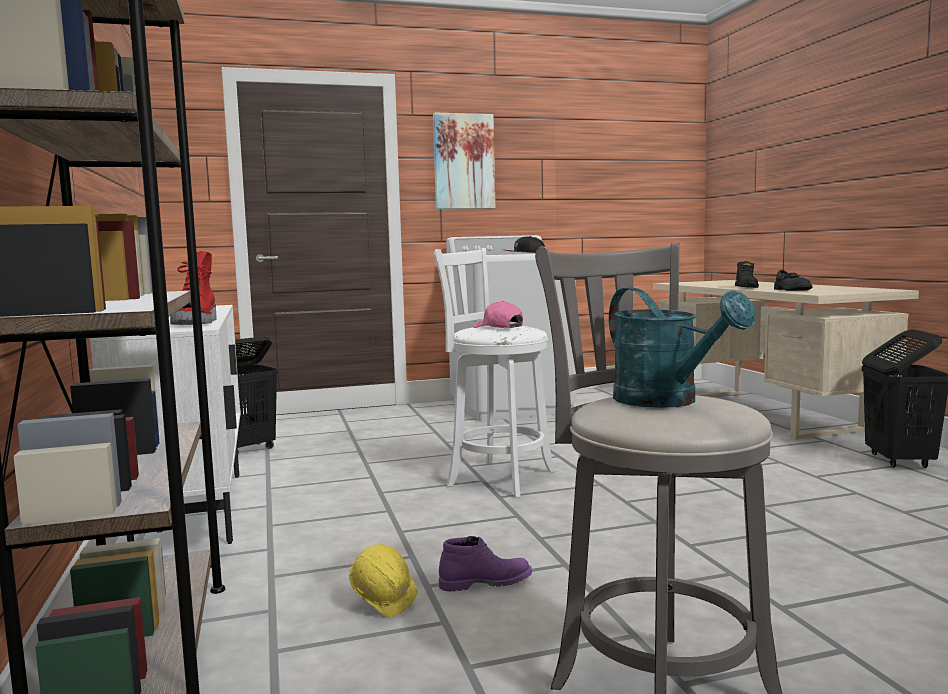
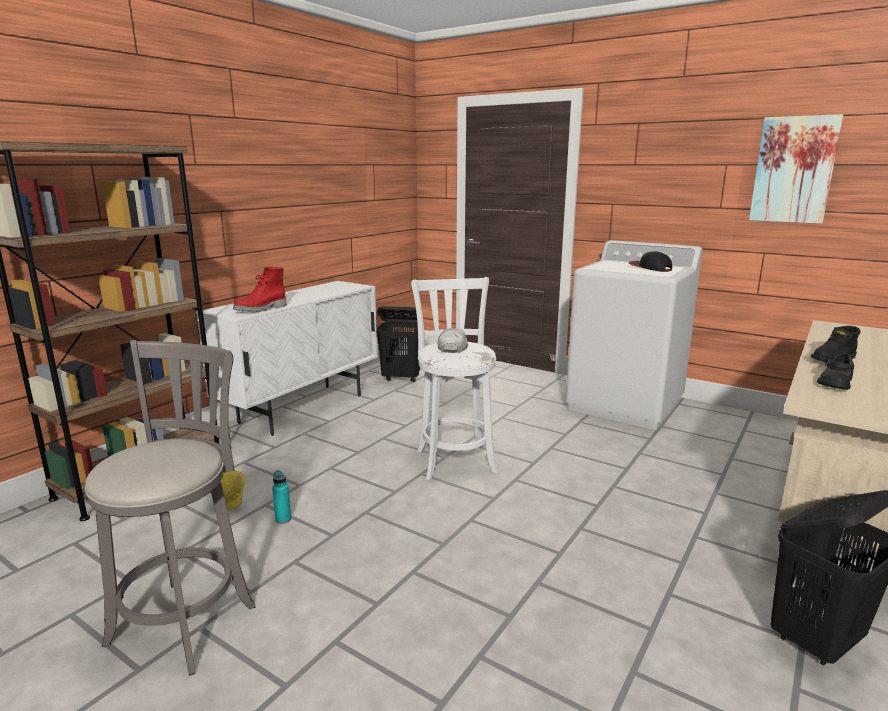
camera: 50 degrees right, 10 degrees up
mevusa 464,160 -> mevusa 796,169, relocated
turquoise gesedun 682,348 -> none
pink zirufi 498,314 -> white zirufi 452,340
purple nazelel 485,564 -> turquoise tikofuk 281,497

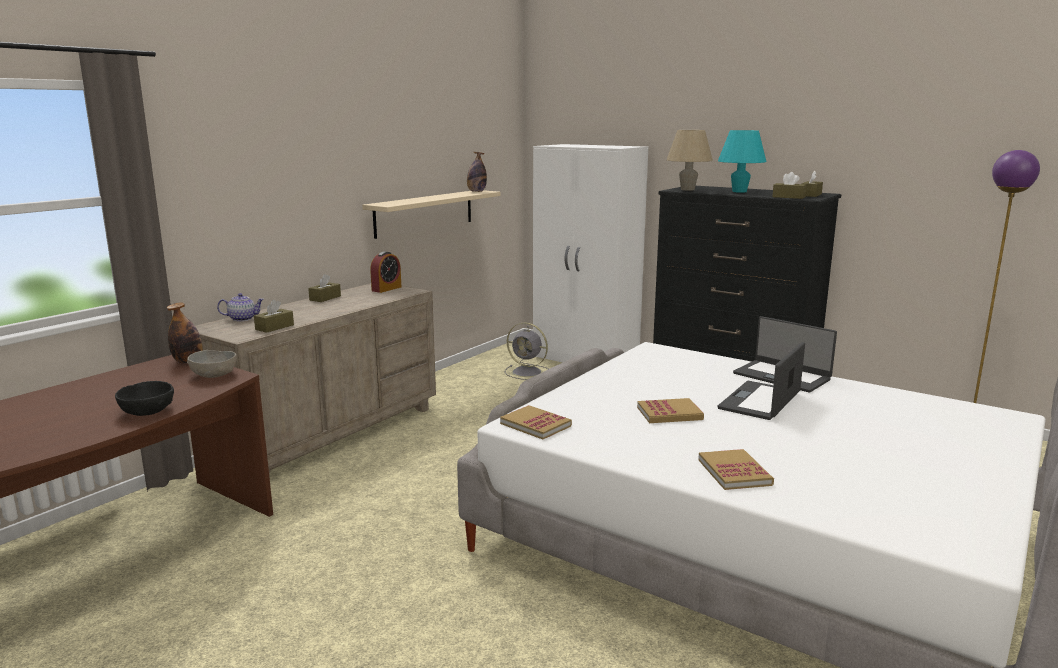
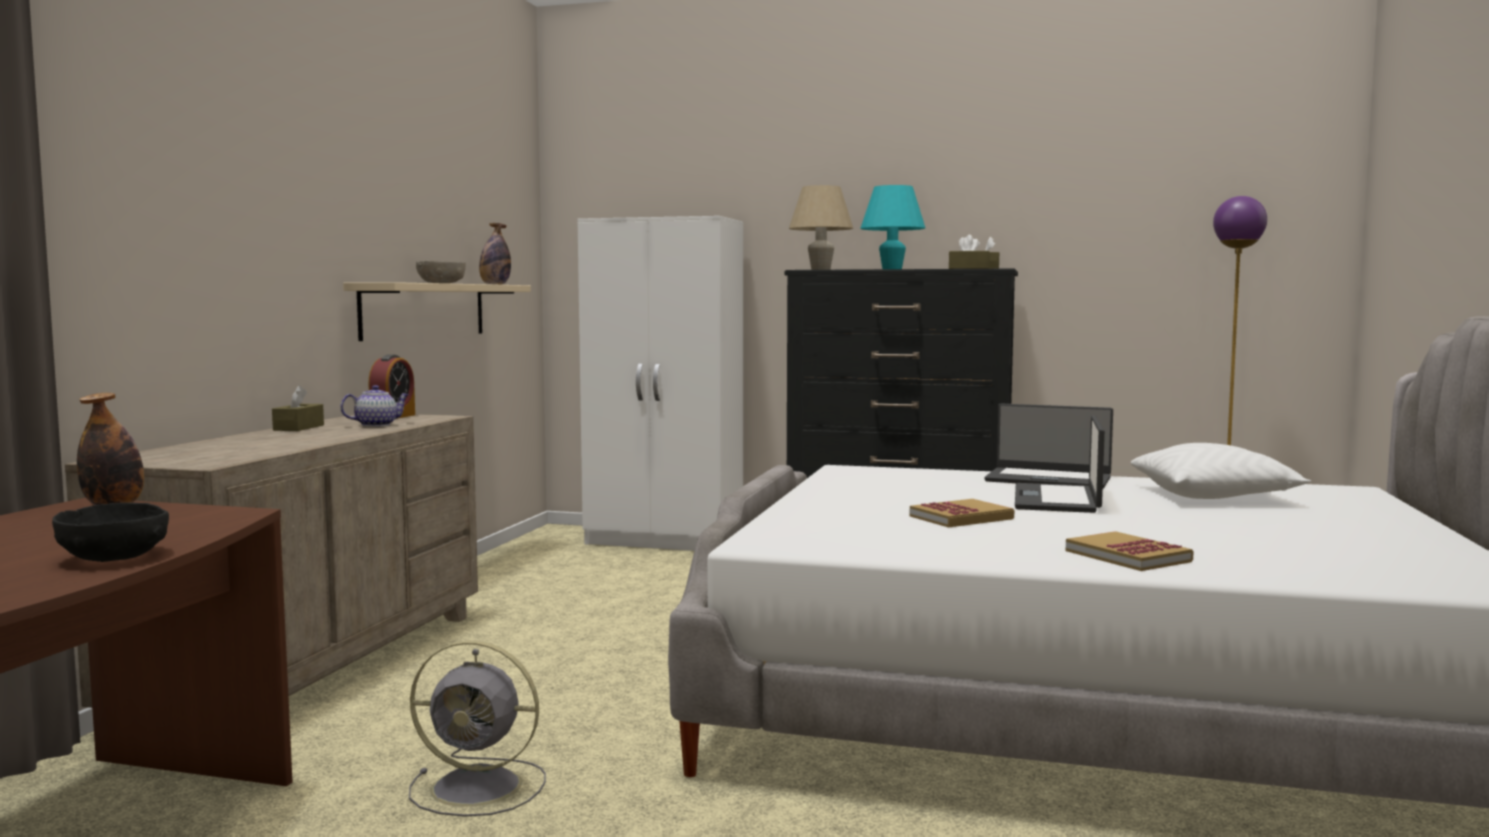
camera: 20 degrees left, 10 degrees down
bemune 240,307 -> bemune 375,406, relocated
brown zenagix 274,316 -> none
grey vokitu 526,351 -> grey vokitu 477,729, relocated
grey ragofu 212,364 -> grey ragofu 441,272, relocated
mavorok 536,422 -> none
none -> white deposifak 1220,471

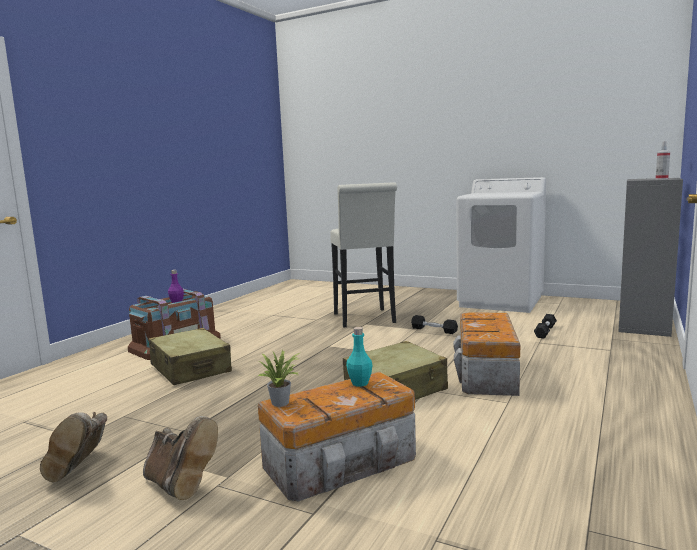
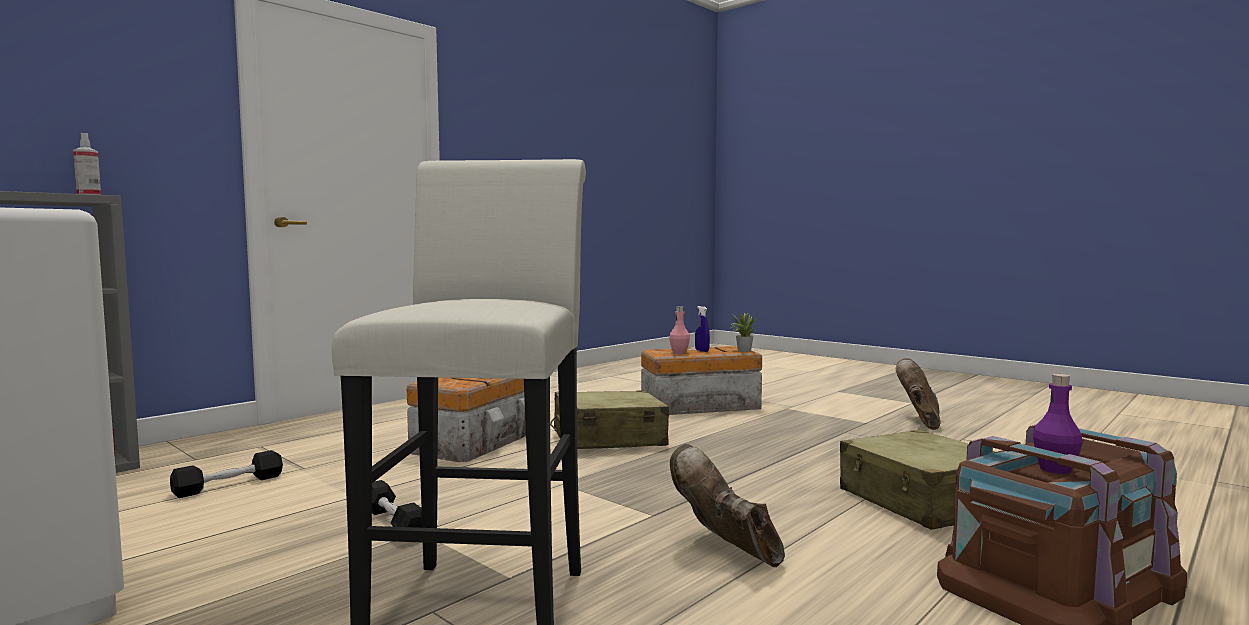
camera: 165 degrees left, 5 degrees down
turquoise tikofuk 359,357 -> pink tikofuk 679,330
brown nazelel 180,458 -> brown nazelel 727,505, relocated
none -> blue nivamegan 702,329

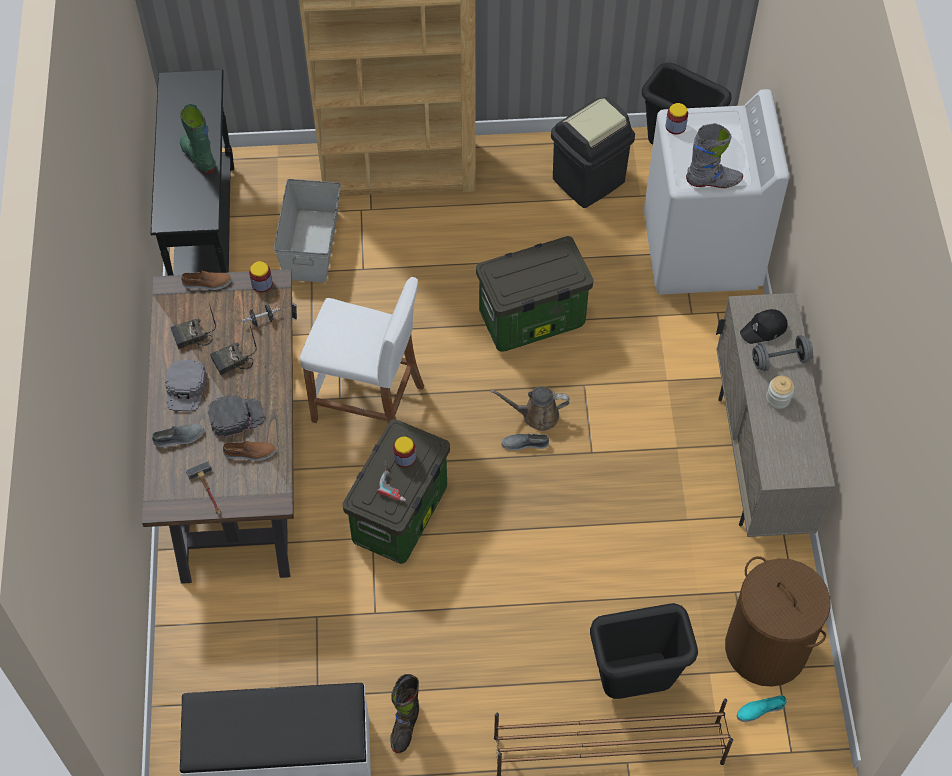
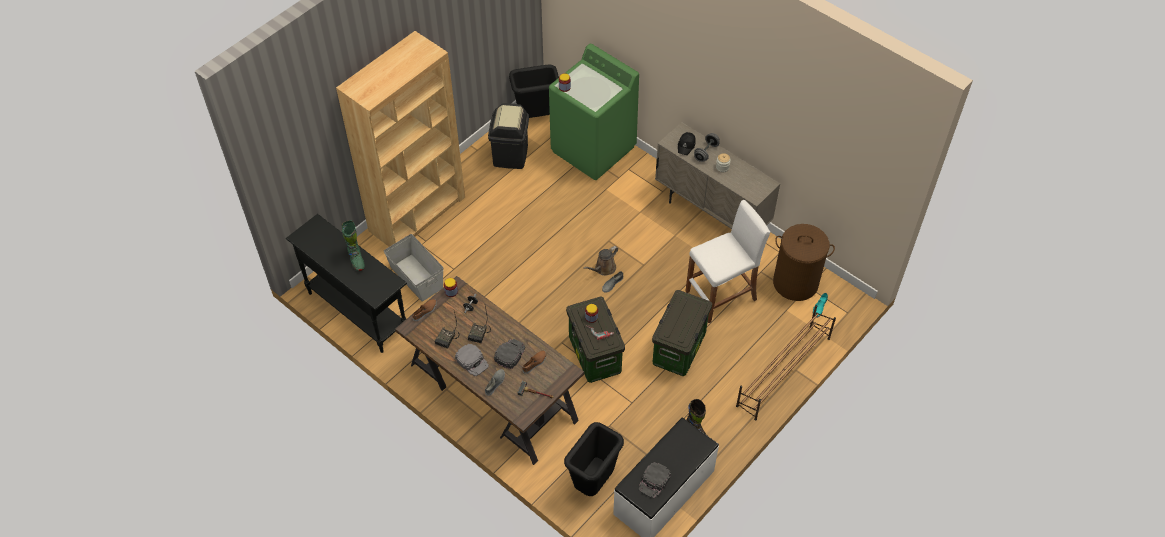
camera: 45 degrees left, 5 degrees down
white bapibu 717,192 -> green bapibu 594,112
green nazelel 197,139 -> green nazelel 353,245, 120 degrees counterclockwise
grey nazelel 714,156 -> none
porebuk 534,294 -> porebuk 682,333, relocated
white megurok 362,350 -> white megurok 727,261, relocated
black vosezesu 644,651 -> black vosezesu 594,459, relocated
none -> black zirufi 654,480

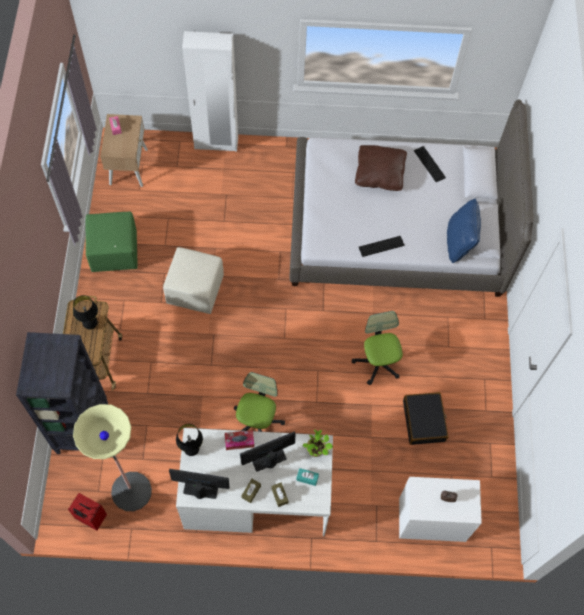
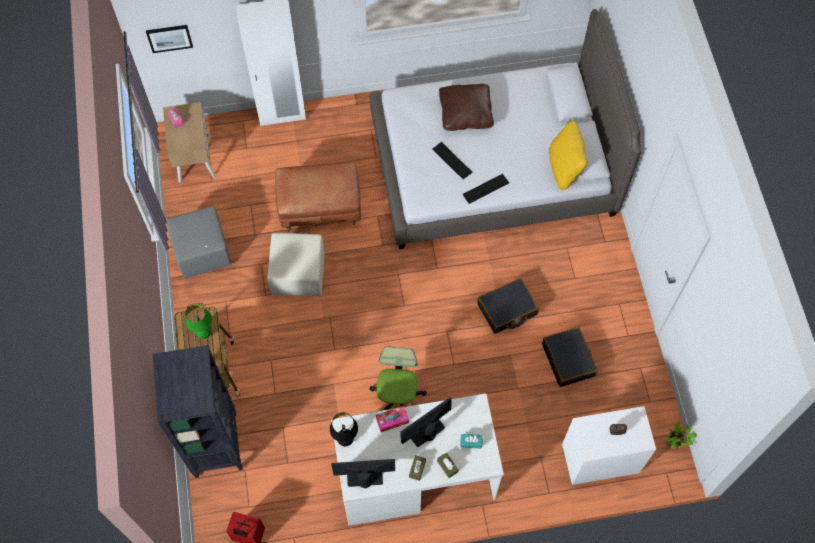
camera: 10 degrees left, 0 degrees up
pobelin 430,164 -> pobelin 452,160, relocated
blue deposifak 464,231 -> yellow deposifak 568,155
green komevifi 112,242 -> grey komevifi 199,242
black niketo 85,312 -> green niketo 198,321
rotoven 377,348 -> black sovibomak 508,306
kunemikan 112,457 -> none
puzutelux 317,443 -> puzutelux 681,435, relocated
none -> mevusa 169,39
none -> brown komevifi 318,196

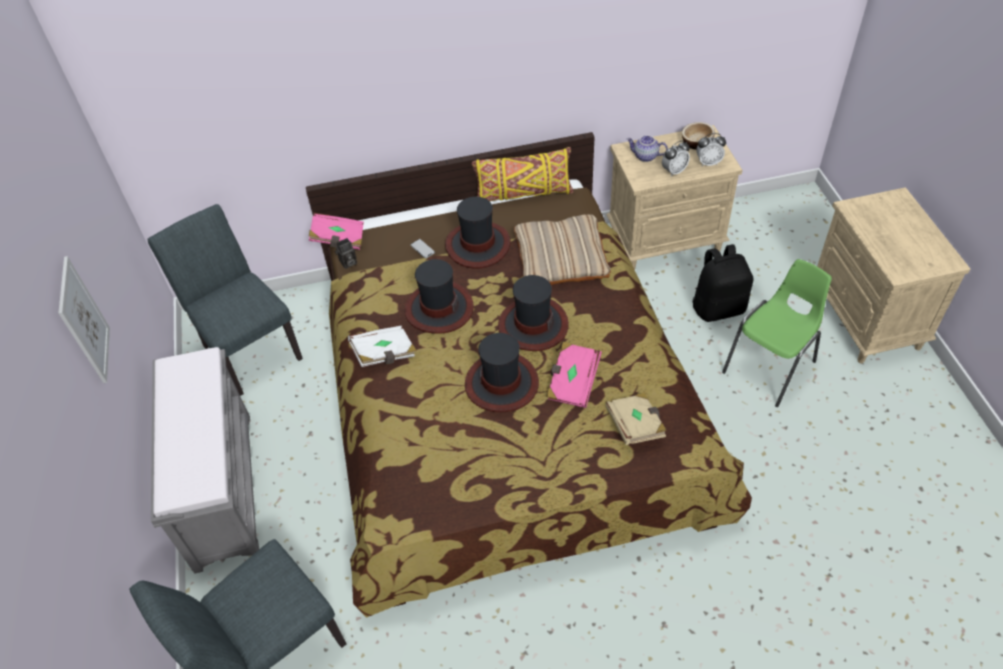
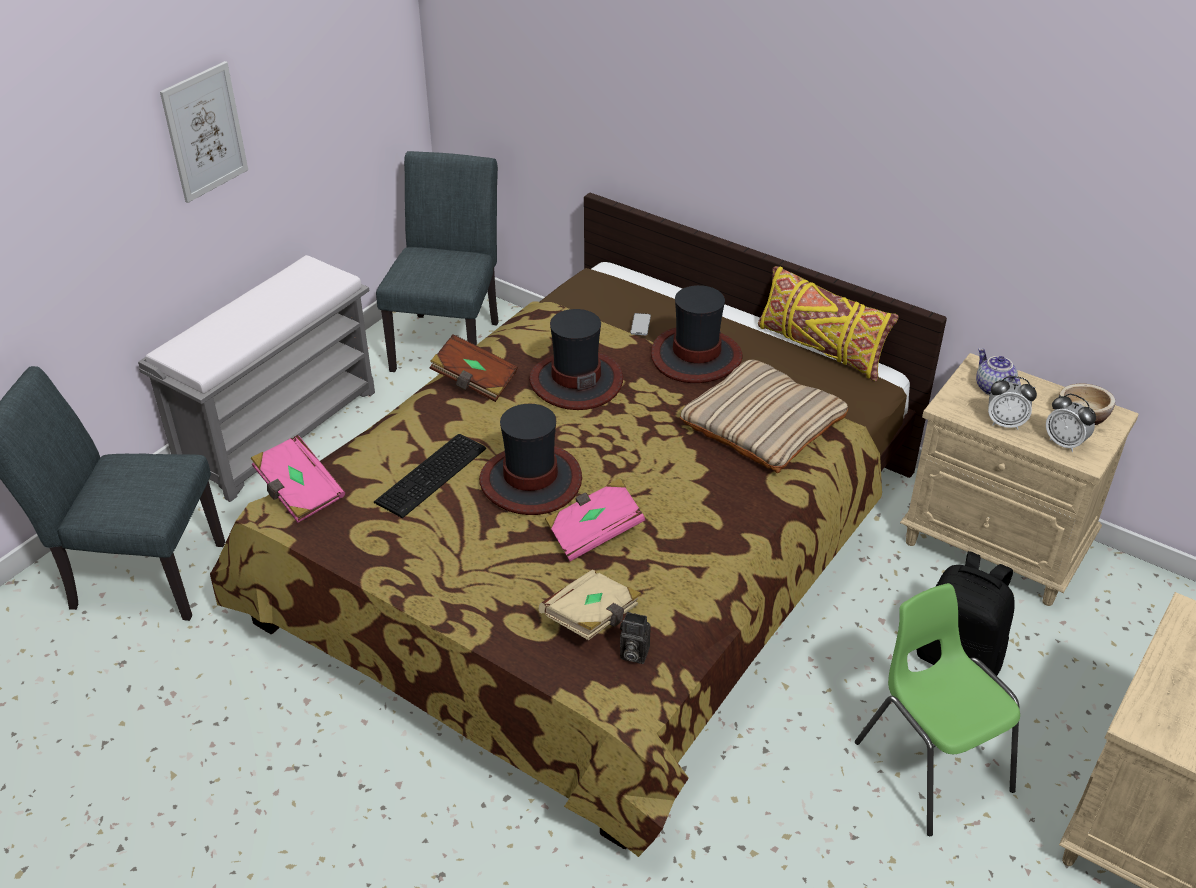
camera: 45 degrees right, 10 degrees down
pink mavorok 336,231 -> pink mavorok 298,479, relocated
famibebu 346,253 -> famibebu 635,638, relocated
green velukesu 777,333 -> green velukesu 937,709, 120 degrees counterclockwise
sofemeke 533,313 -> none
white mavorok 382,346 -> brown mavorok 473,368
none -> pobelin 430,476

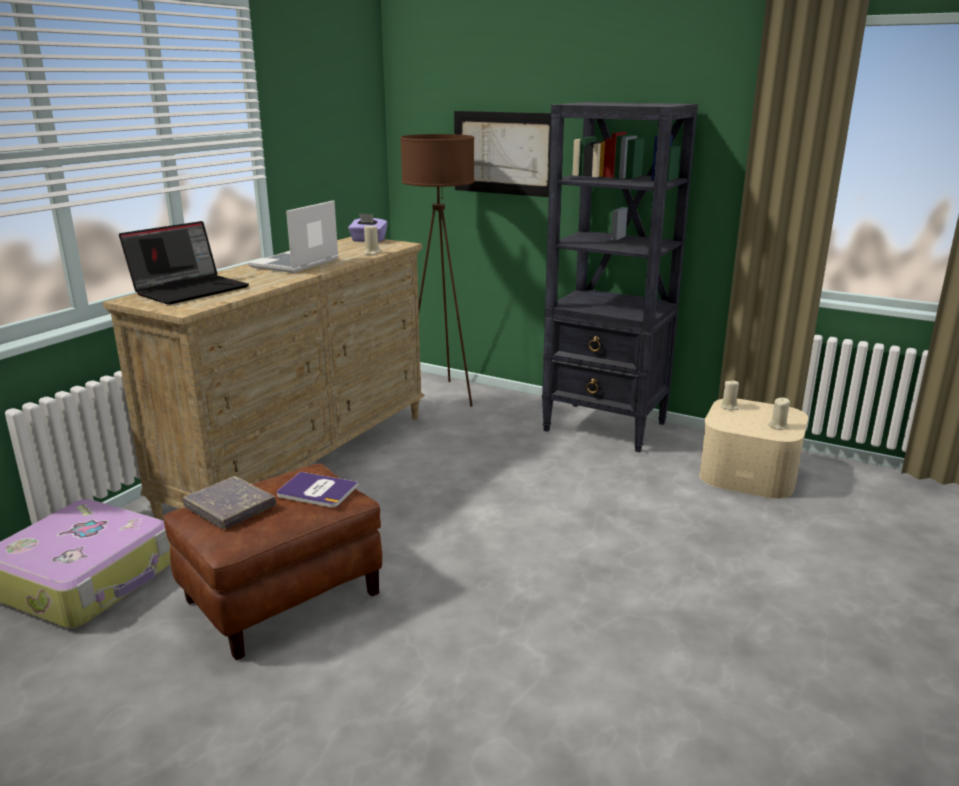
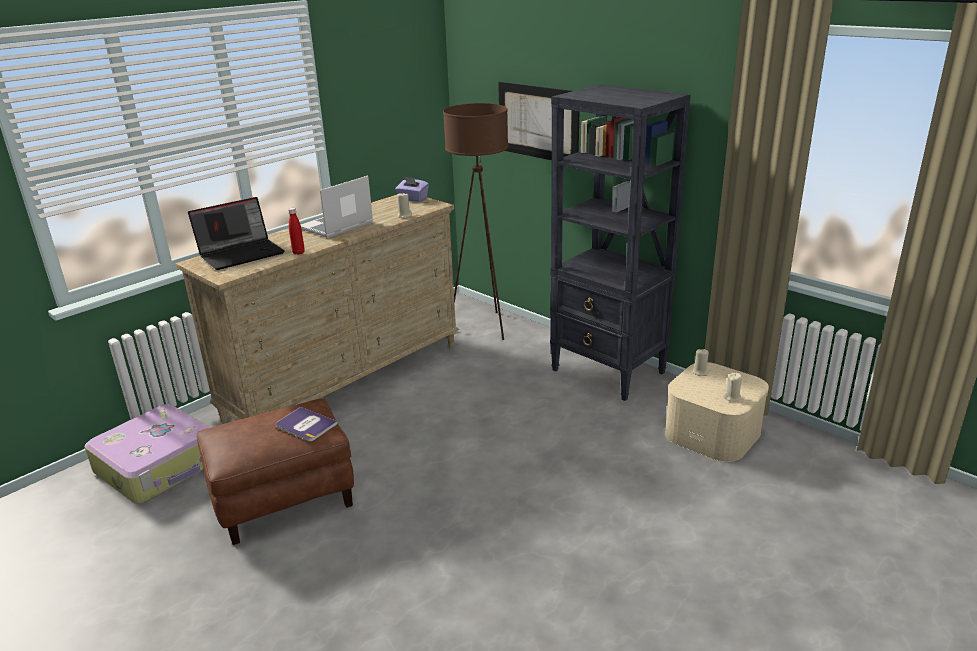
camera: 15 degrees right, 5 degrees up
grey mavorok 229,502 -> none
none -> red tikofuk 296,231

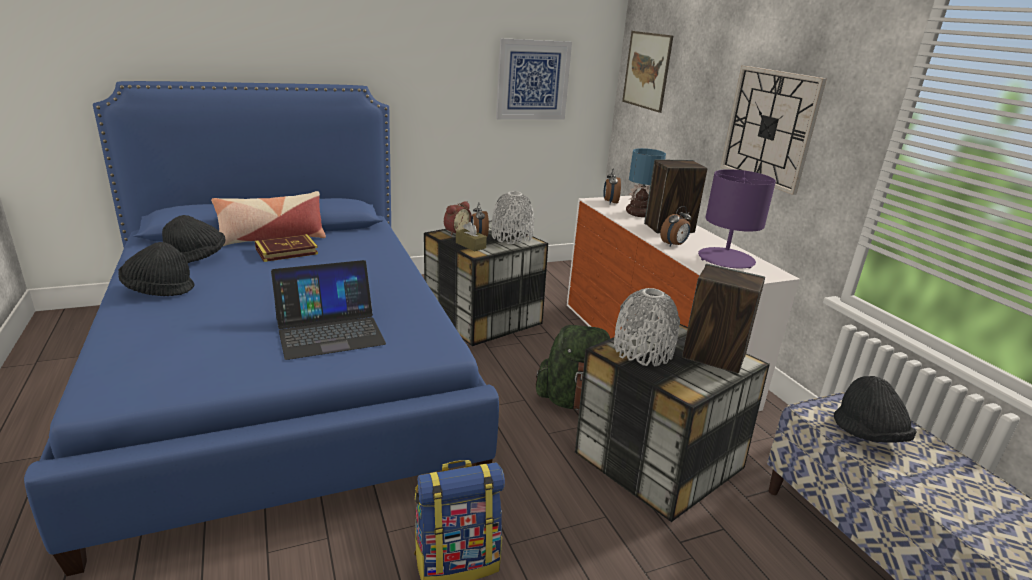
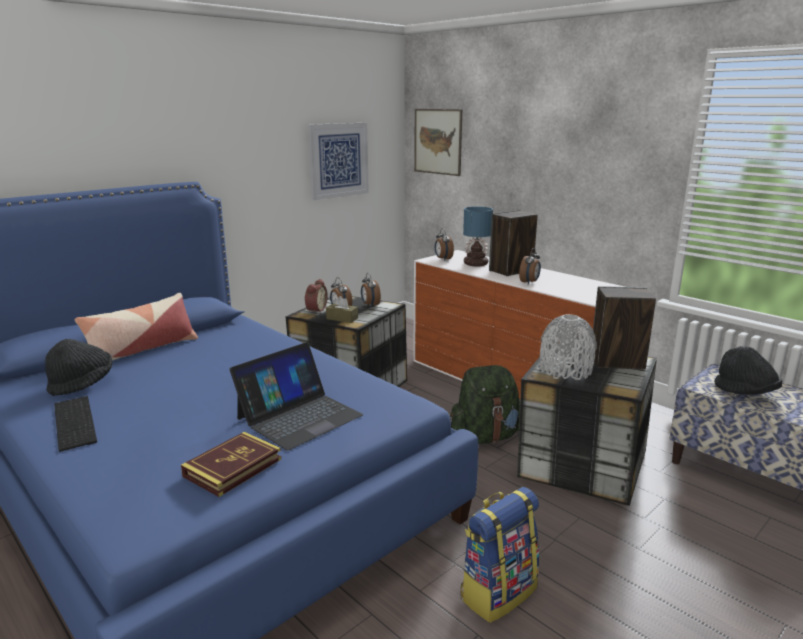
camera: 20 degrees left, 5 degrees down
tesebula 773,130 -> none
purple niketo 737,218 -> none
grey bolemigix 512,217 -> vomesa 371,290
mavorok 286,248 -> mavorok 231,464, relocated
black sofemeke 156,269 -> pobelin 75,424

